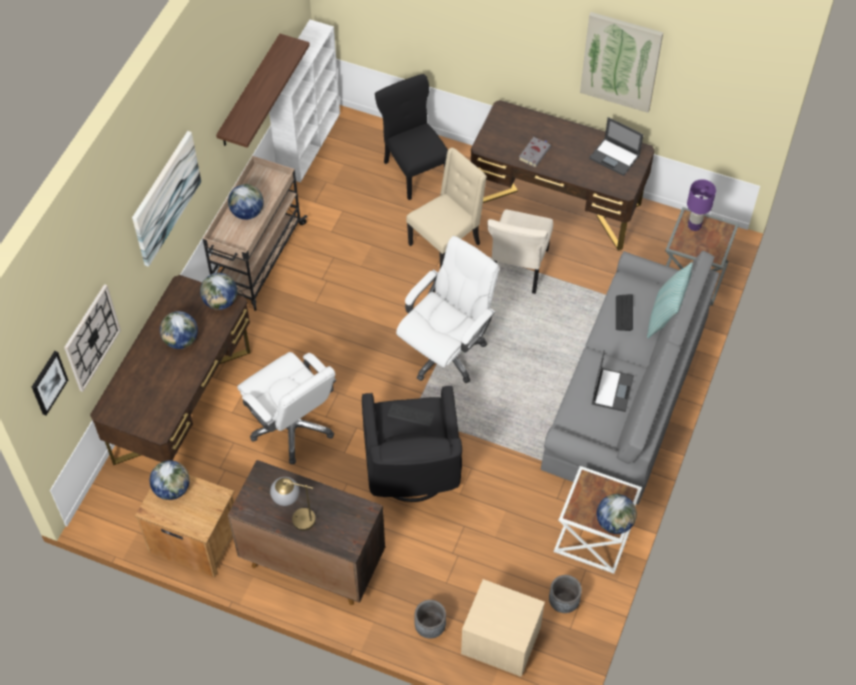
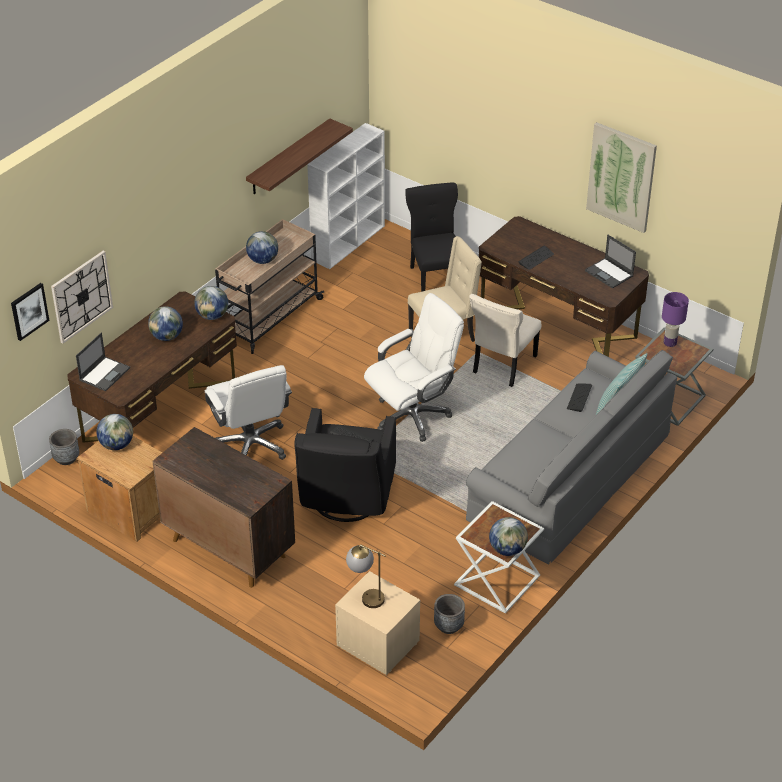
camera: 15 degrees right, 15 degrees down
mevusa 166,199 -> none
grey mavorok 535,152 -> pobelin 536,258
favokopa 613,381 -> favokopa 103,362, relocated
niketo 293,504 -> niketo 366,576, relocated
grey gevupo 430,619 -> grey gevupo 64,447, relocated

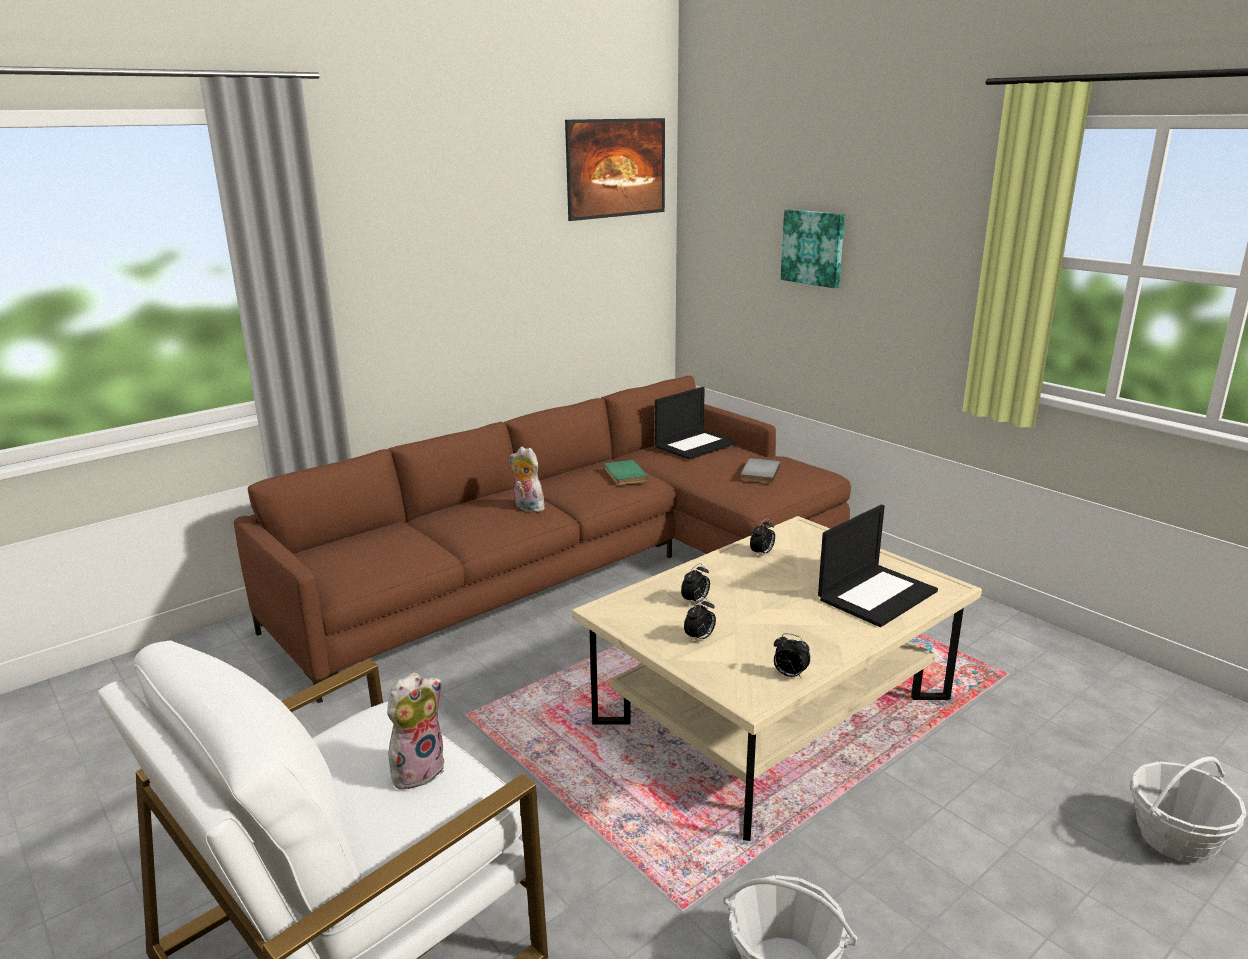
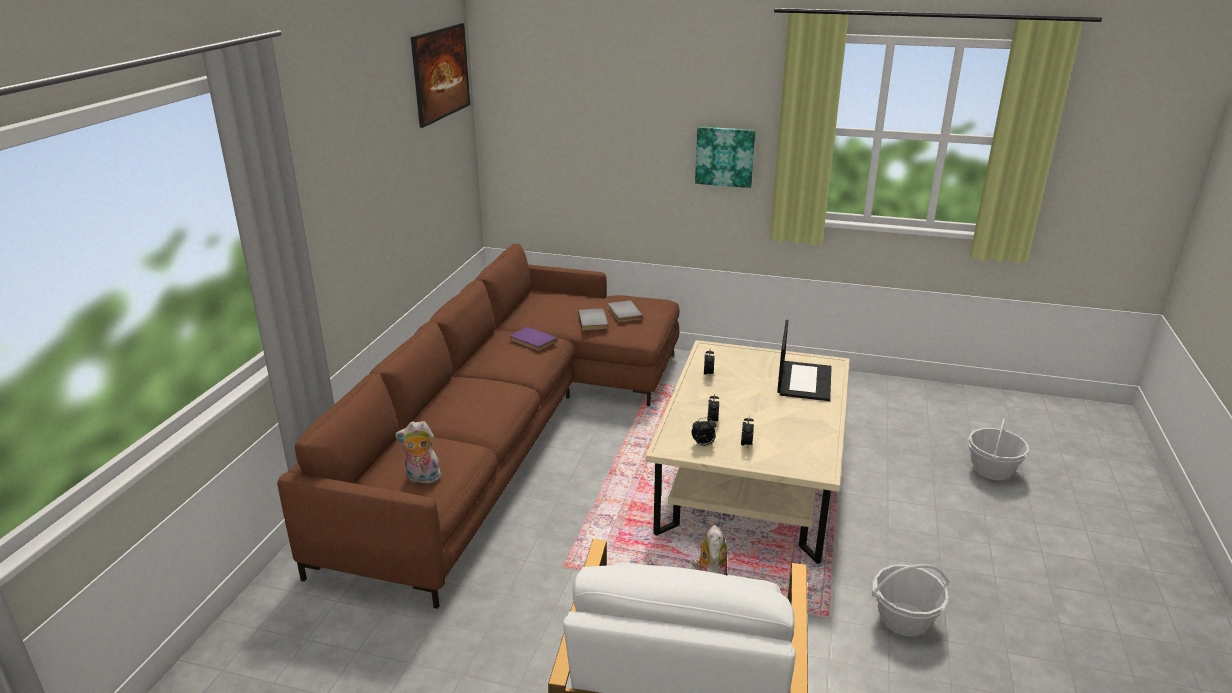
camera: 35 degrees left, 5 degrees up
mevusa 813,248 -> mevusa 725,157, relocated
favokopa 696,423 -> none
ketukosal 527,479 -> ketukosal 418,452, relocated
green mavorok 626,472 -> purple mavorok 533,339
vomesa 792,656 -> vomesa 703,432, relocated
none -> grey mavorok 593,319

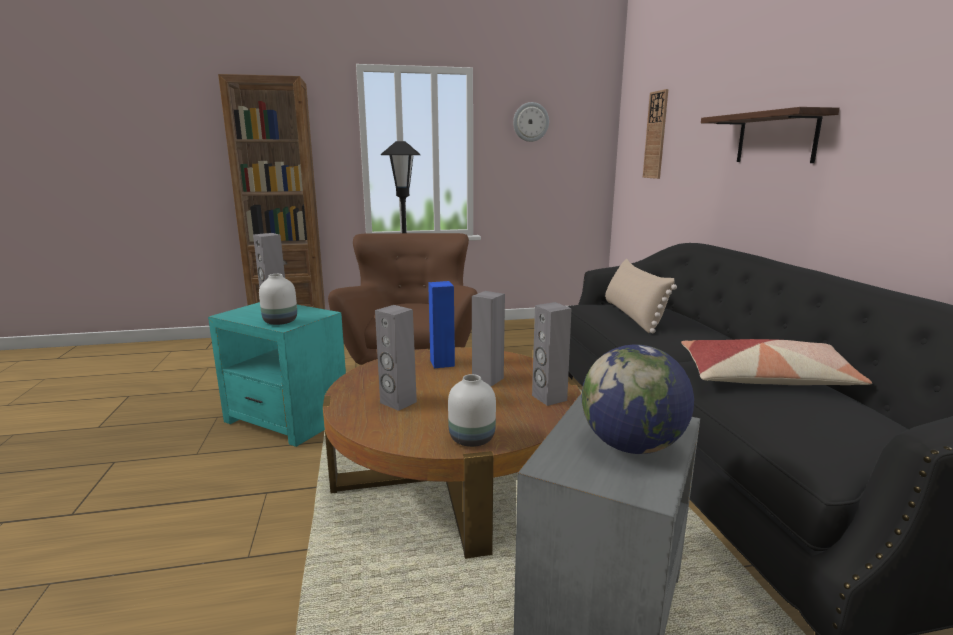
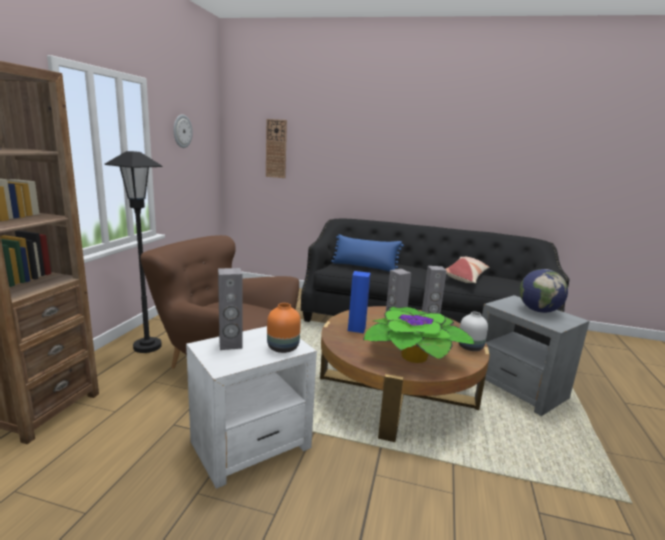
camera: 65 degrees left, 0 degrees up
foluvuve 770,135 -> none
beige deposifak 641,296 -> blue deposifak 367,253
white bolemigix 278,299 -> orange bolemigix 284,328
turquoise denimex 277,374 -> white denimex 251,407
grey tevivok 396,358 -> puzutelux 419,335

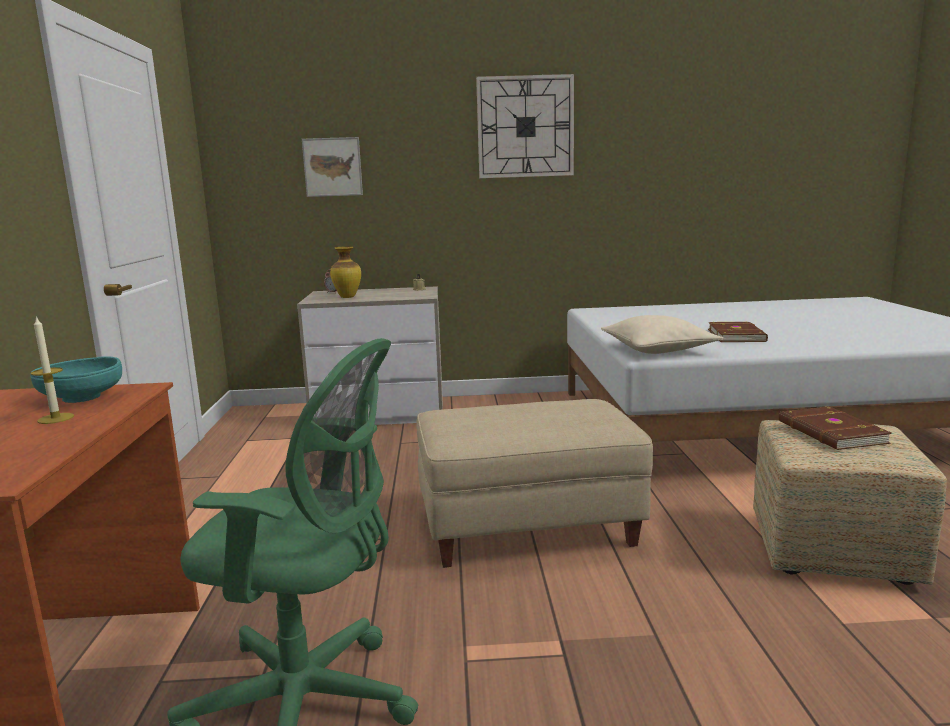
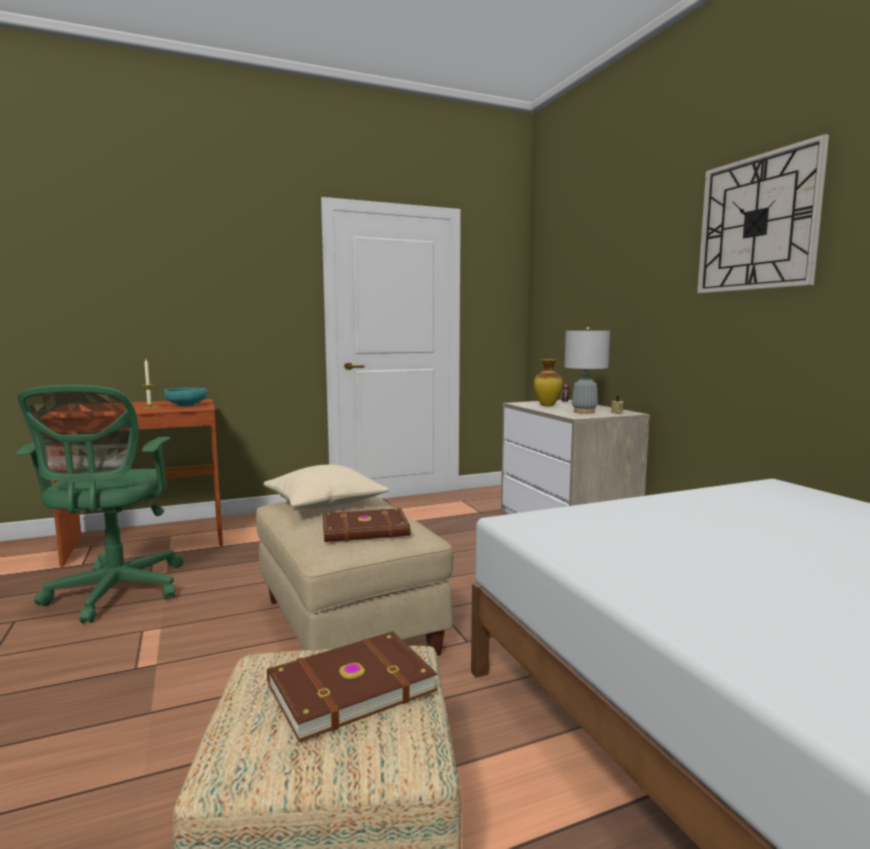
camera: 70 degrees right, 5 degrees down
mevusa 332,167 -> none
beige deposifak 662,334 -> beige deposifak 326,486, relocated
brown mavorok 738,331 -> brown mavorok 366,525, relocated
none -> grey niketo 587,370

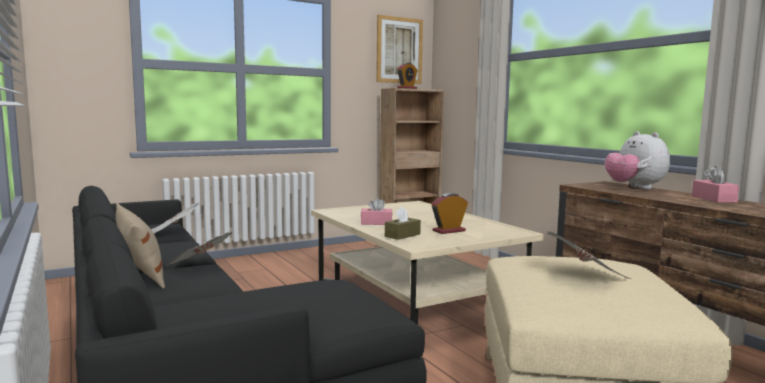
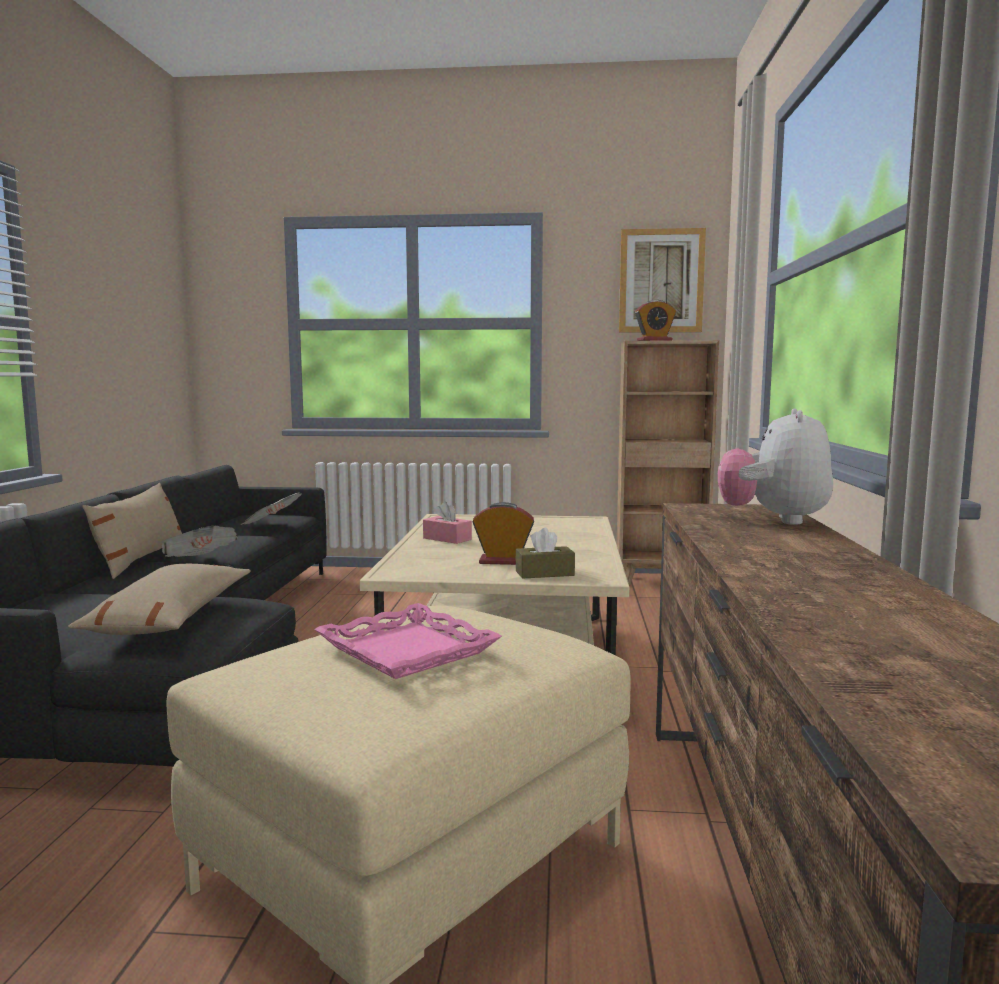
camera: 35 degrees right, 0 degrees up
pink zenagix 715,184 -> none
brown zenagix 403,223 -> brown zenagix 545,553, relocated
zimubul 589,255 -> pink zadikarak 408,641
none -> beige deposifak 159,599

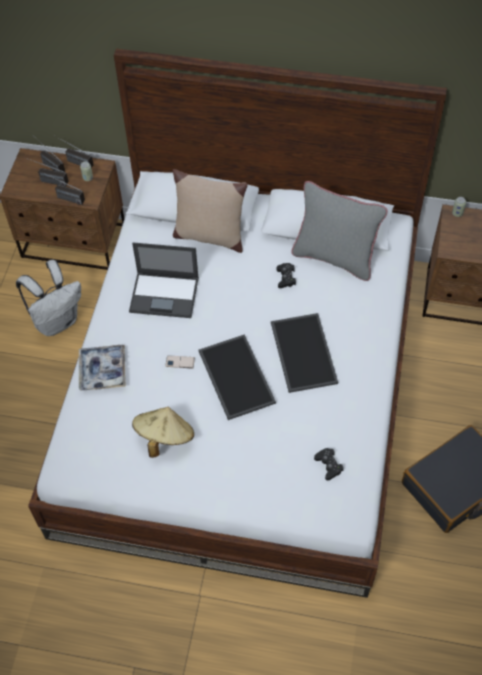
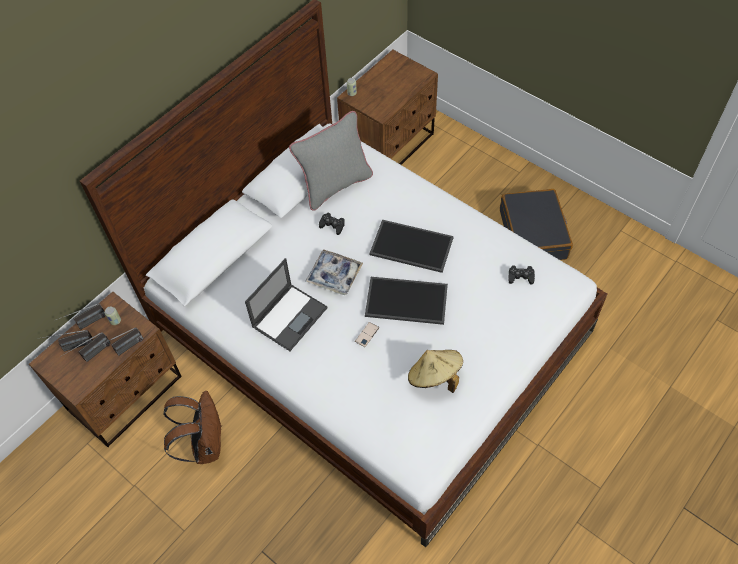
camera: 60 degrees left, 0 degrees up
beige deposifak 210,211 -> none
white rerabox 48,298 -> brown rerabox 193,427
zadikarak 102,368 -> zadikarak 334,272, relocated

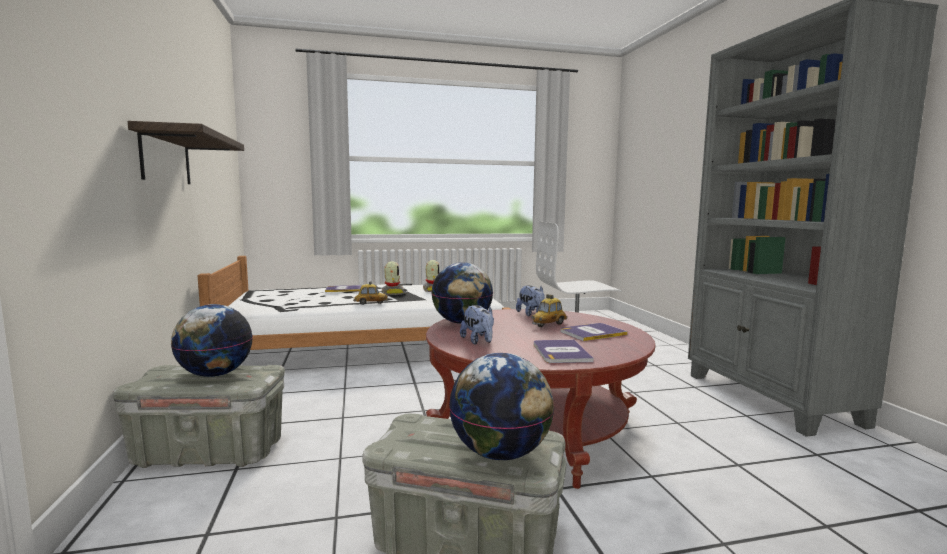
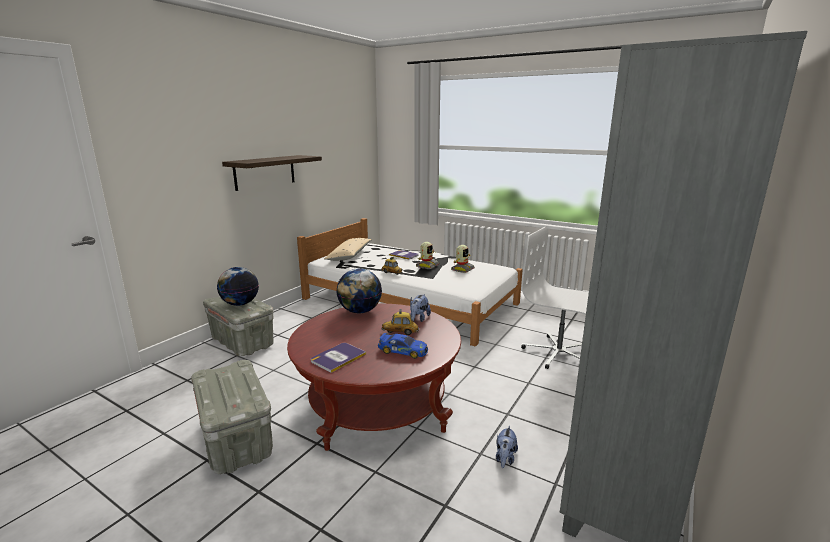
camera: 45 degrees right, 10 degrees up
ketukosal 477,325 -> ketukosal 507,446, relocated
mavorok 594,332 -> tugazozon 403,346
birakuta 501,406 -> none
none -> beige deposifak 348,249

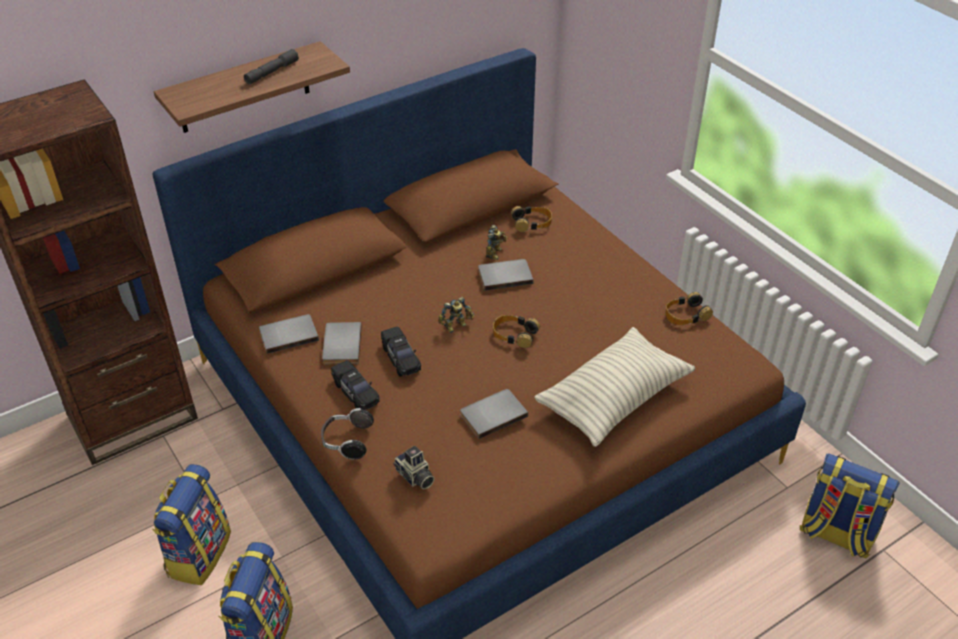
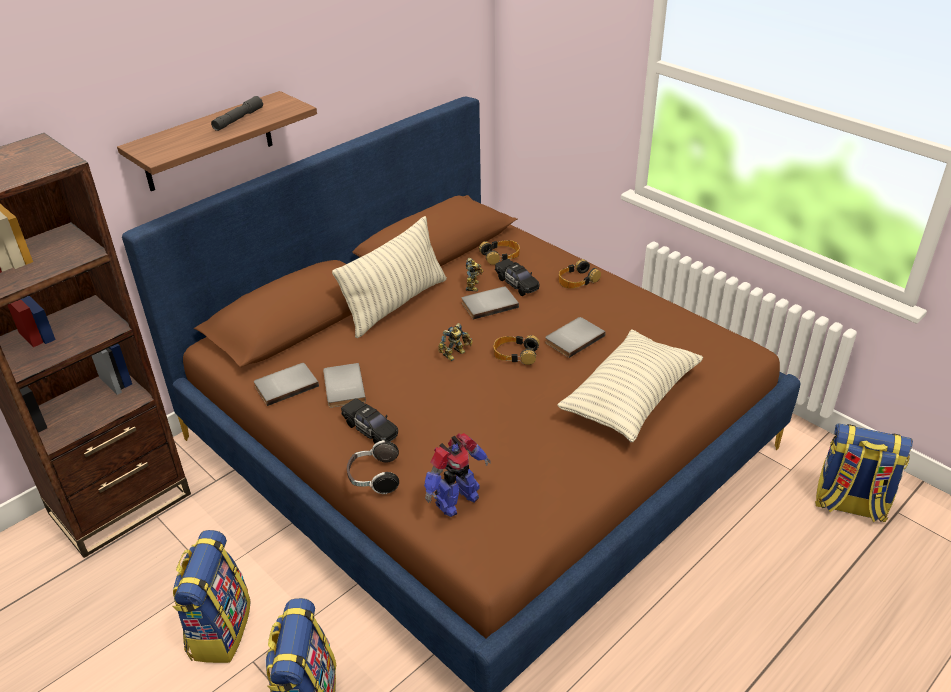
camera: 10 degrees left, 5 degrees down
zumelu 689,308 -> zumelu 580,274, relocated
black tugazozon 401,351 -> black tugazozon 517,277, relocated
grey mavorok 494,414 -> grey mavorok 575,337, relocated
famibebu 414,467 -> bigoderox 457,475
none -> deposifak 389,277

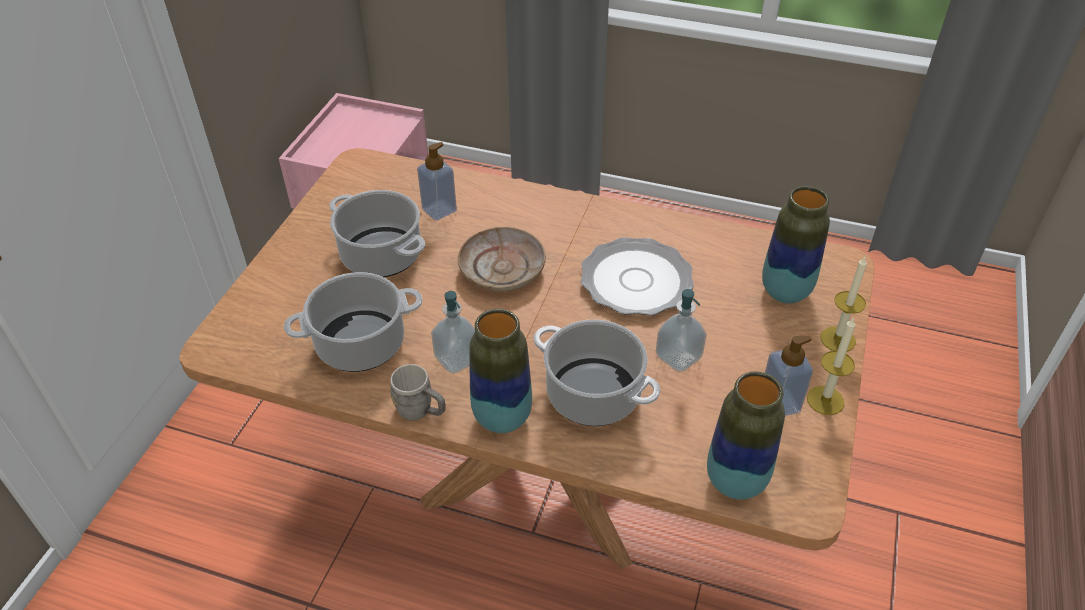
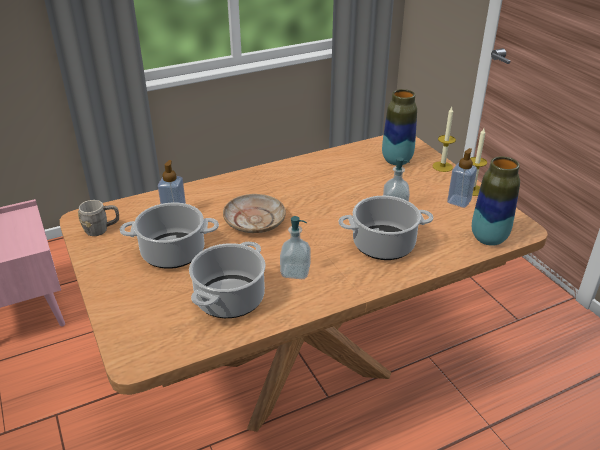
camera: 45 degrees left, 10 degrees down
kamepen 637,276 -> none
bolemigix 500,371 -> none
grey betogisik 418,392 -> grey betogisik 98,218, relocated

